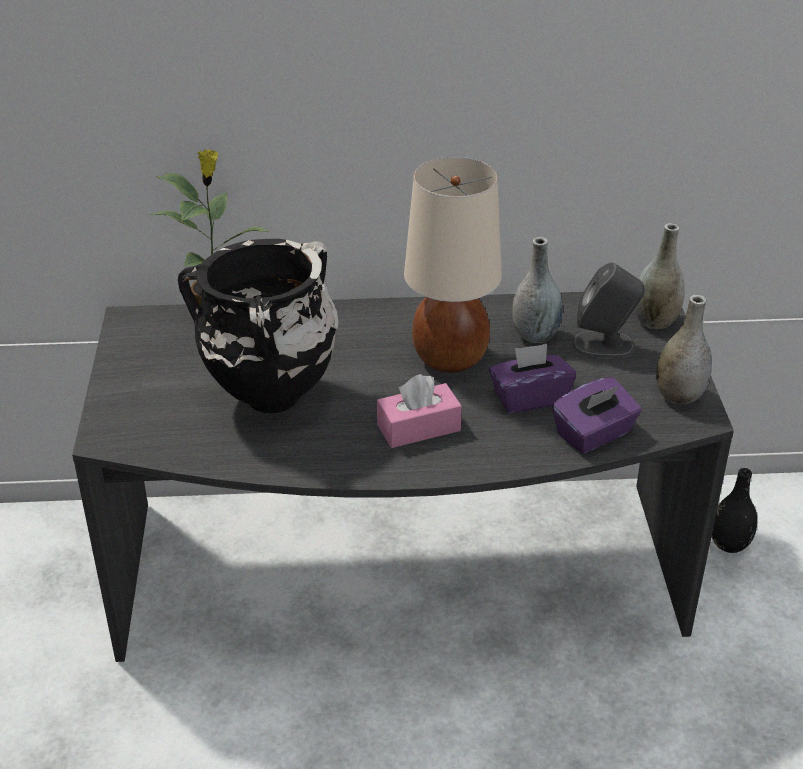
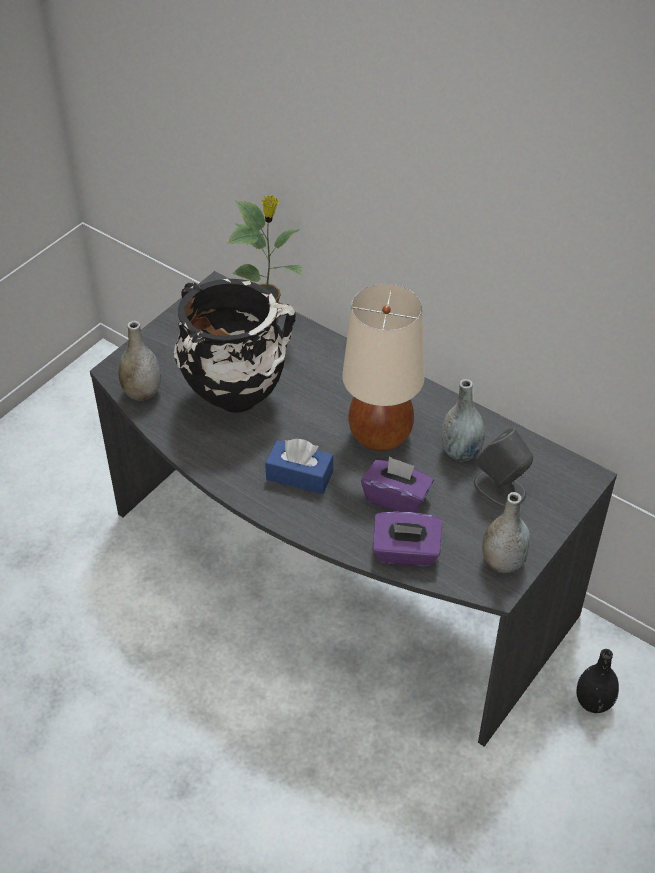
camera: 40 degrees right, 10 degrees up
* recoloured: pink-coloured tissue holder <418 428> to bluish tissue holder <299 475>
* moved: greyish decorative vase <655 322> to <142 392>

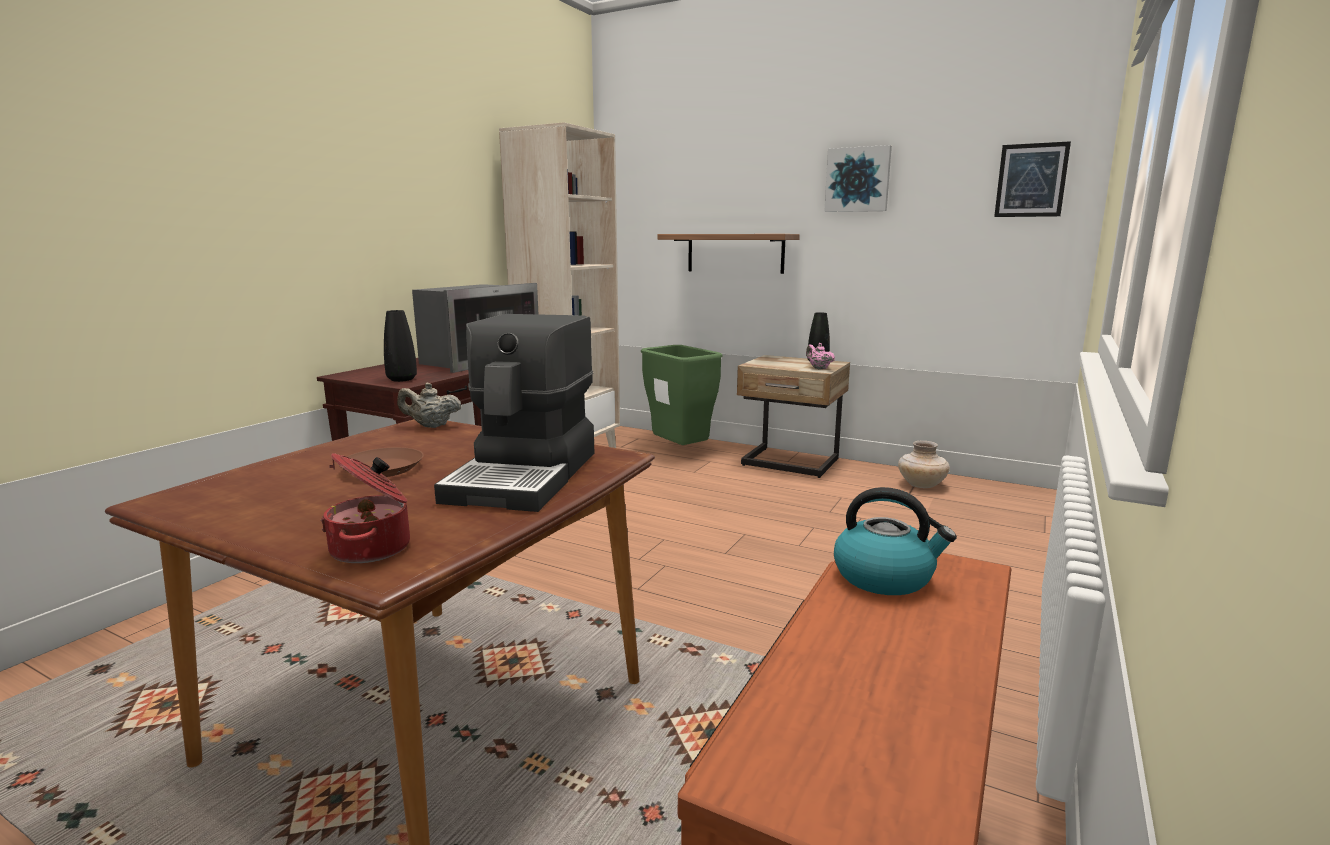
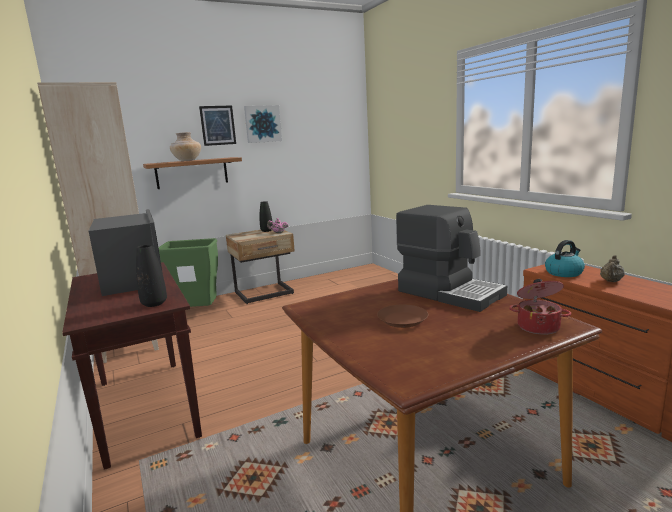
camera: 55 degrees left, 0 degrees up
* moved: sand-coloured teapot <431 426> to <611 281>
* moved: sand-coloured decorative vase <921 485> to <187 160>
* moved: picture <1031 180> to <218 125>

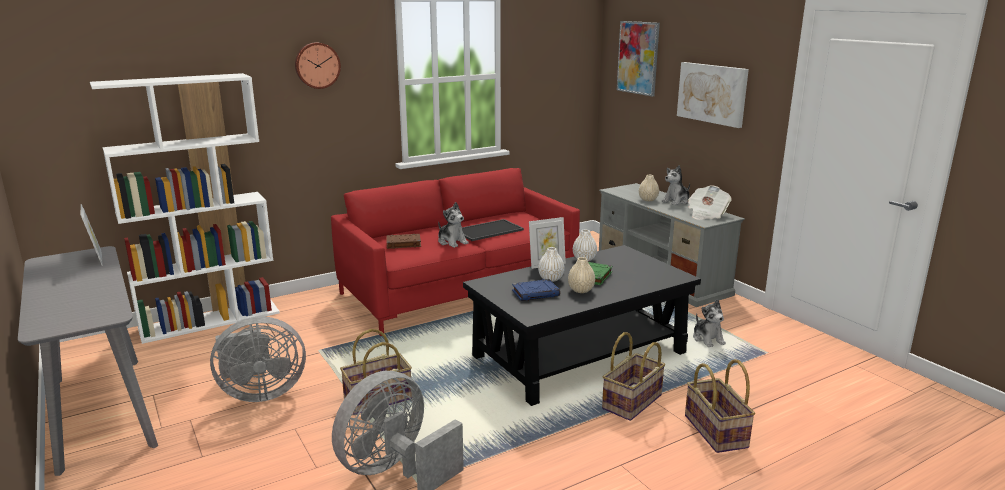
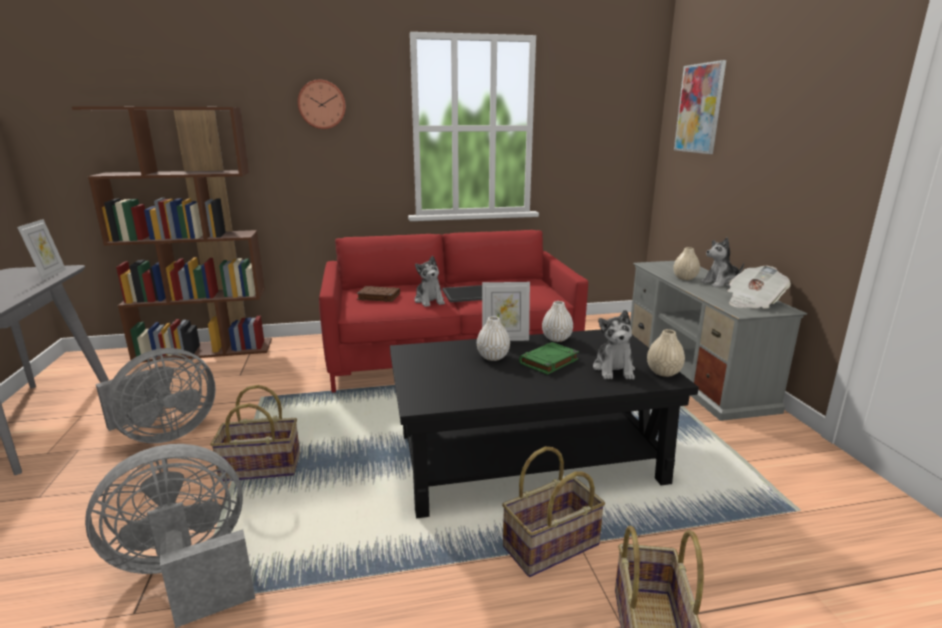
camera: 20 degrees right, 0 degrees up
* recoloured: white bookshelf <211 320> to brownish bookshelf <205 350>
* turned: greyish cooling fan <260 393> = <164 434> 45 degrees counterclockwise
* removed: bluish book <536 293>
* moved: sand-coloured decorative vase <581 290> to <663 372>
* removed: picture <712 93>
* moved: cuddly toy <708 339> to <614 369>

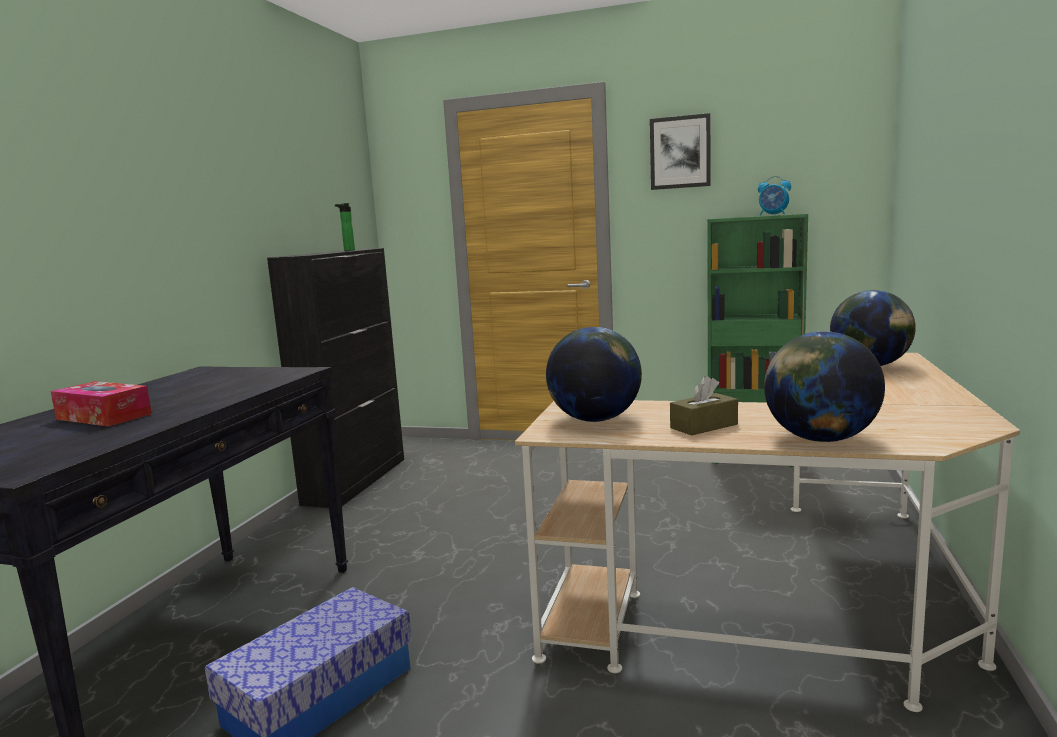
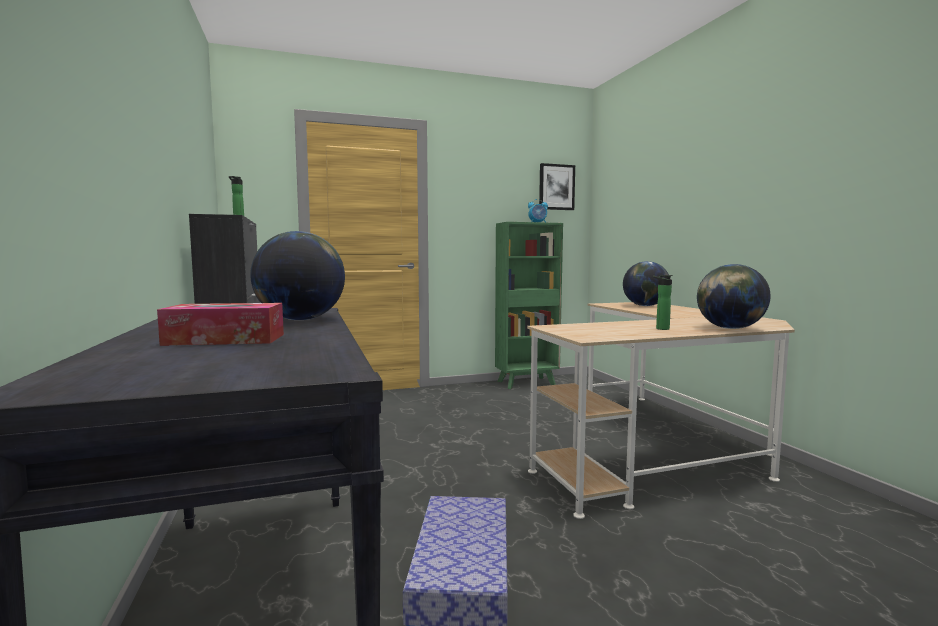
camera: 35 degrees left, 5 degrees down
* moved: world globe <594 419> to <300 319>
* moved: picture <680 152> to <556 187>
* replaced: brownish tissue holder <704 426> to drink bottle <660 328>

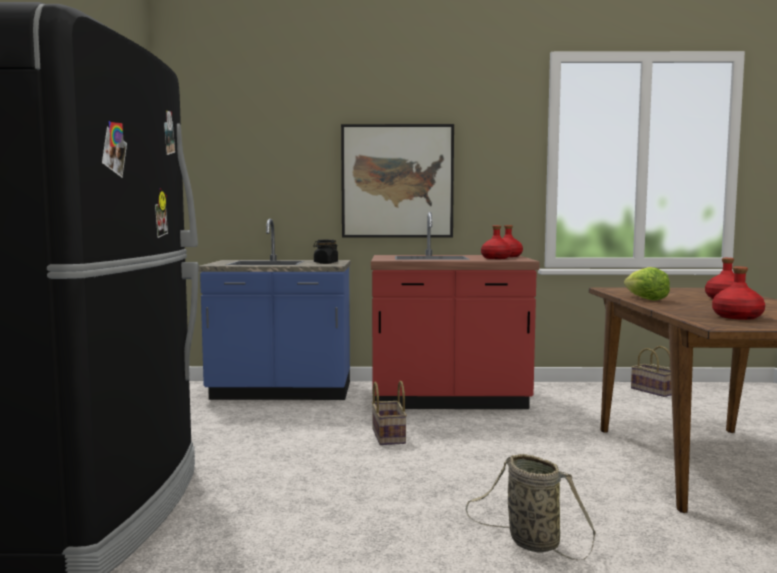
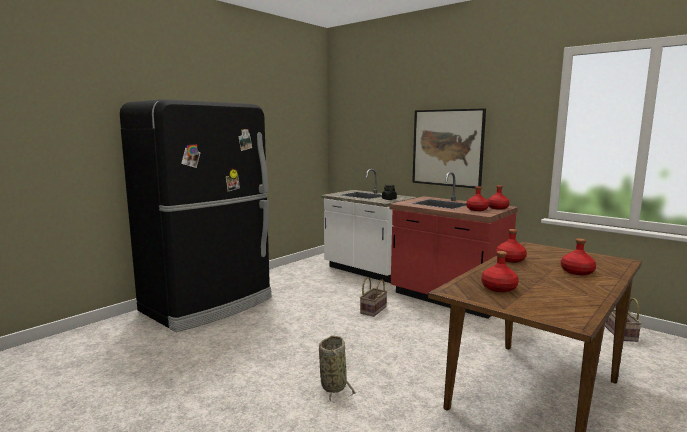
camera: 40 degrees right, 5 degrees up
* recoloured: bluish counter <281 392> to white counter <367 271>
* replaced: lettuce <645 299> to red drink bottle <510 260>

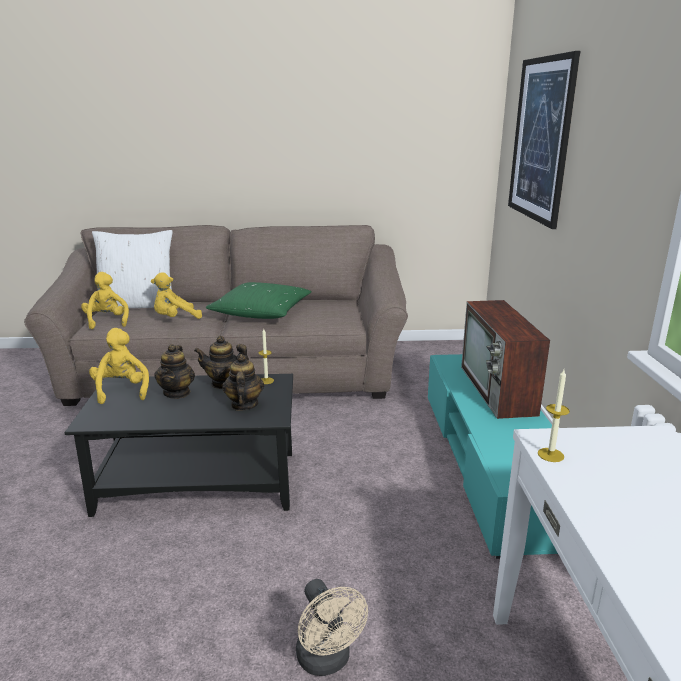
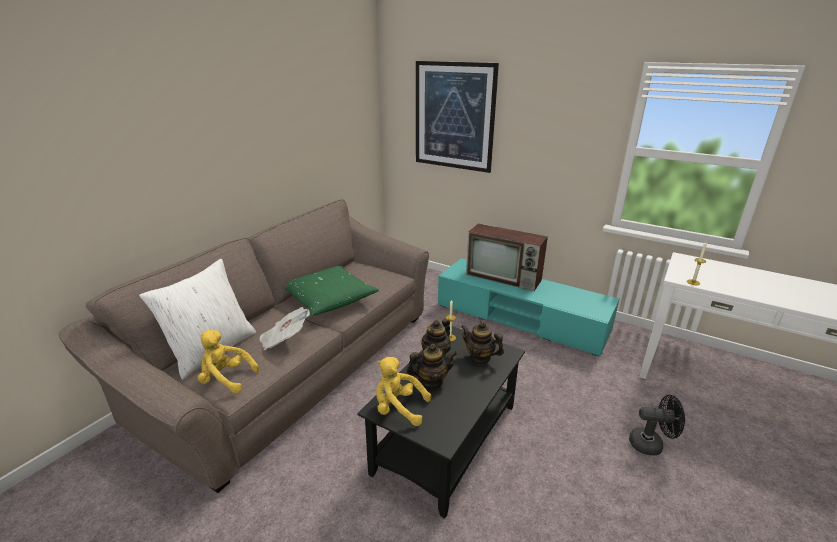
camera: 55 degrees left, 5 degrees up
* replaced: yellow cuddly toy <175 319> to daily paper <285 339>
* turned: teapot <177 393> = <431 381> 45 degrees counterclockwise
* recoloured: sand-coloured cooling fan <327 661> to blackish cooling fan <651 444>

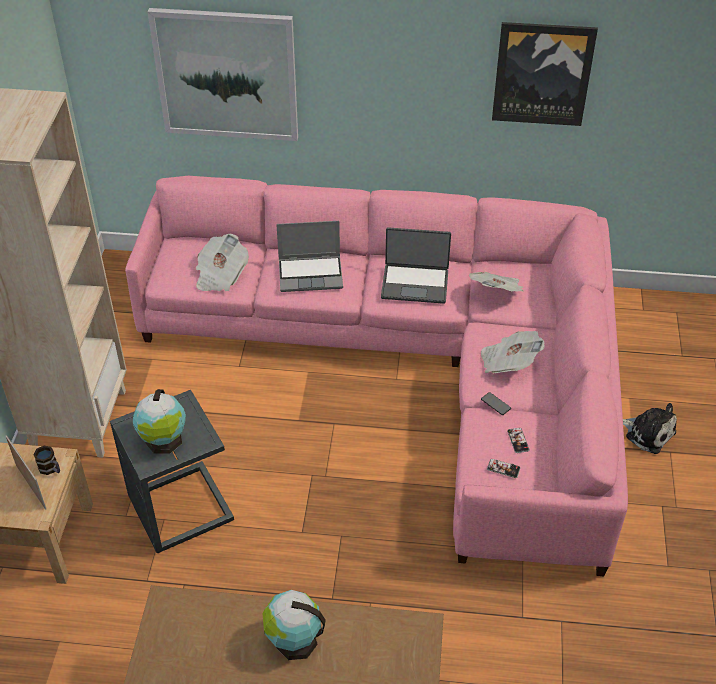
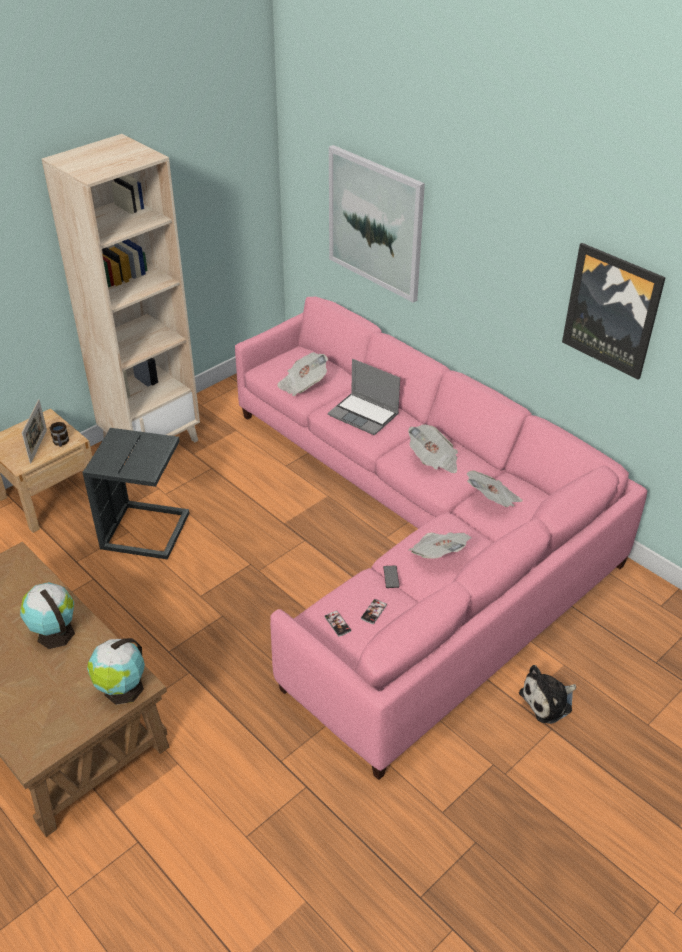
camera: 40 degrees right, 5 degrees down
* moved: world globe <164 441> to <122 690>
* replaced: laptop <415 283> to daily paper <433 460>
* turned: cuddly toy <647 432> = <548 701> 75 degrees clockwise

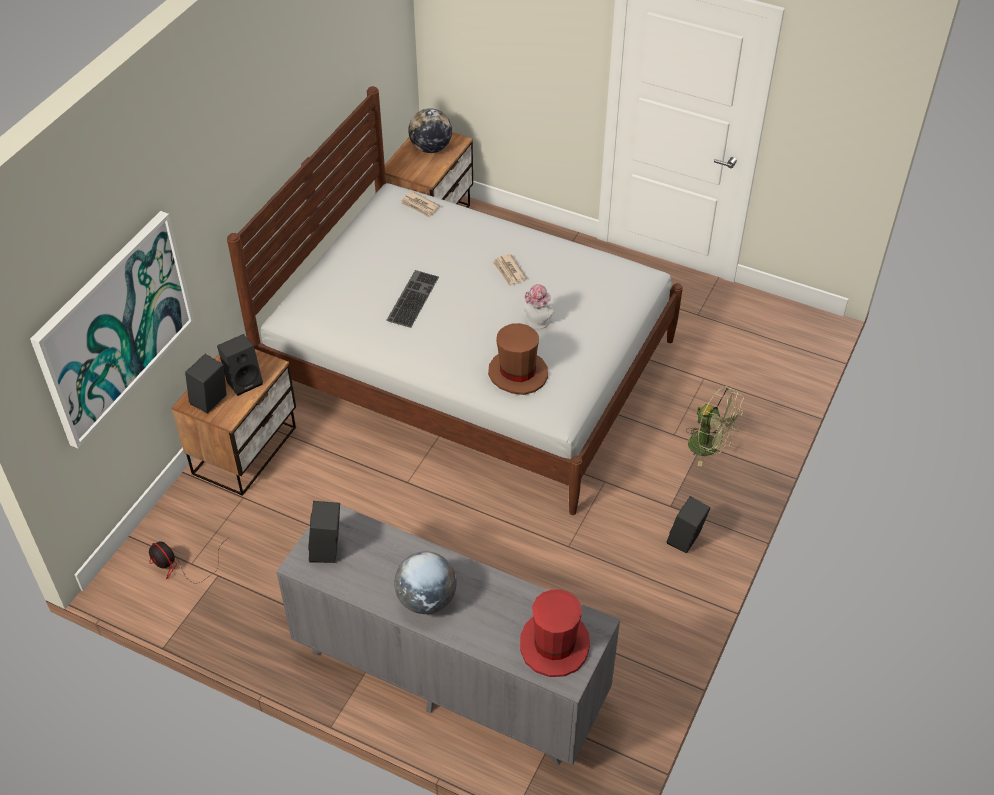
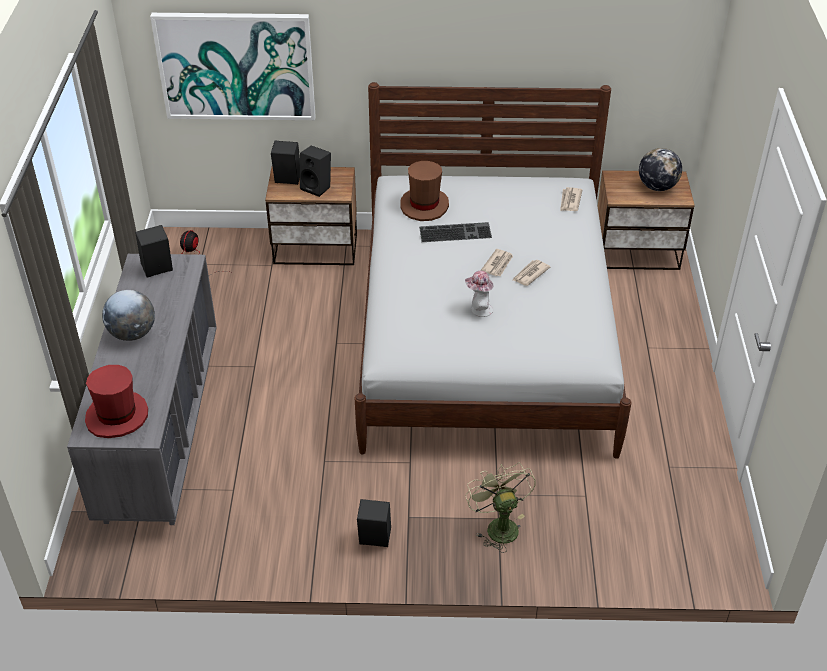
camera: 65 degrees right, 5 degrees down
* moved: brownish hat <518 373> to <424 205>
* turned: green cooling fan <710 447> = <498 525> 150 degrees clockwise
* added: daily paper <498 264>

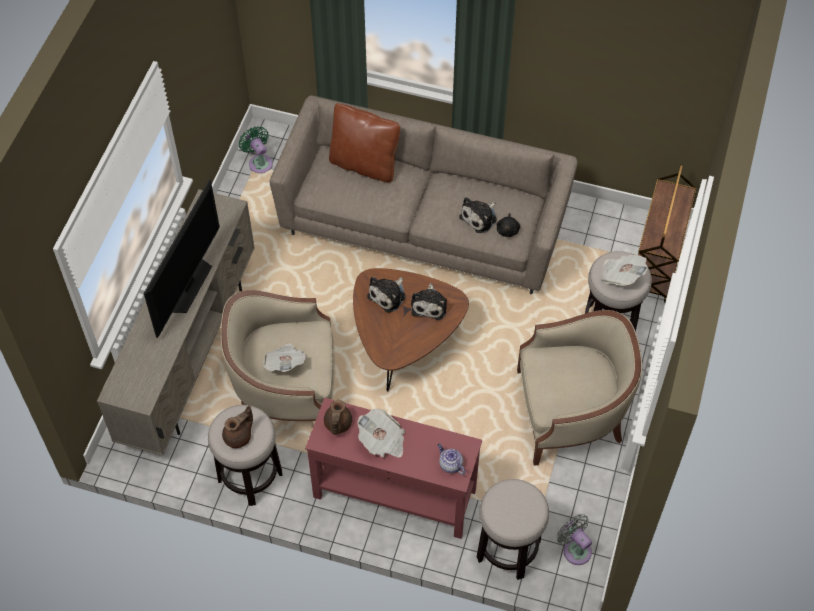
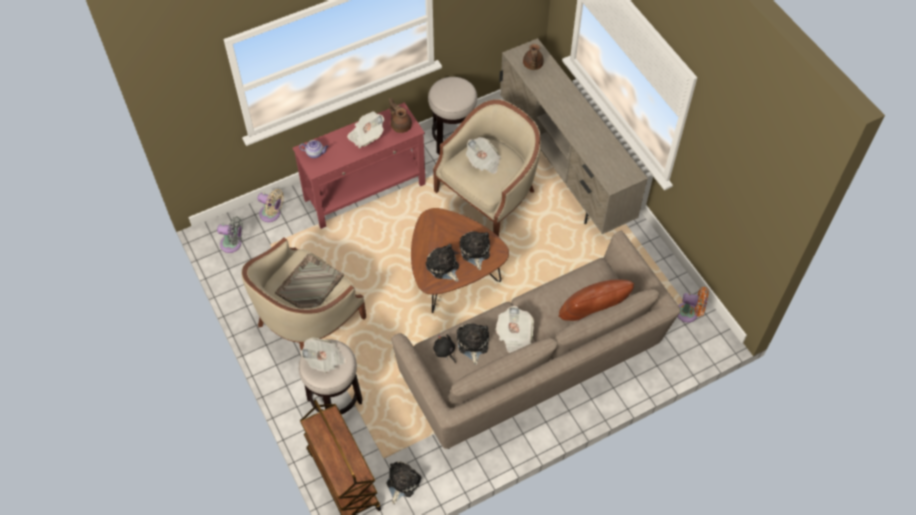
camera: 135 degrees right, 0 degrees up
* removed: TV set <188 285>
* moved: brownish teapot <239 436> to <532 65>
* recoloured: green cooling fan <259 162> to orange cooling fan <689 313>
* replaced: stool seat <508 549> to sand-coloured cooling fan <272 214>
* added: greyish tray <310 284>
* added: cuddly toy <402 483>
* added: daily paper <514 335>

